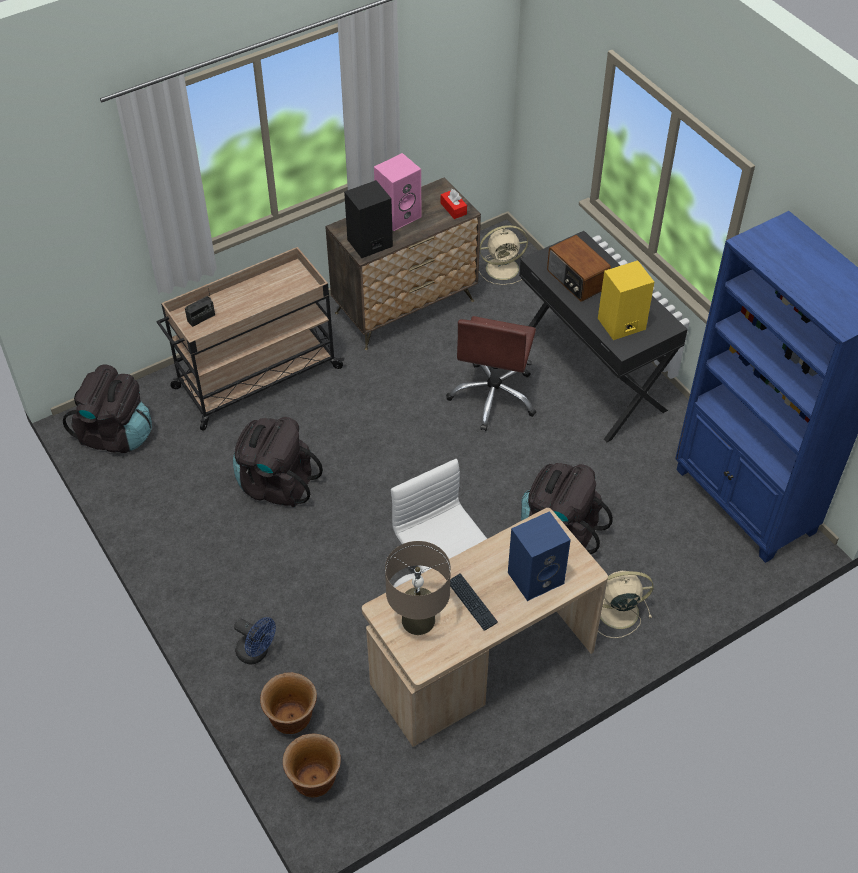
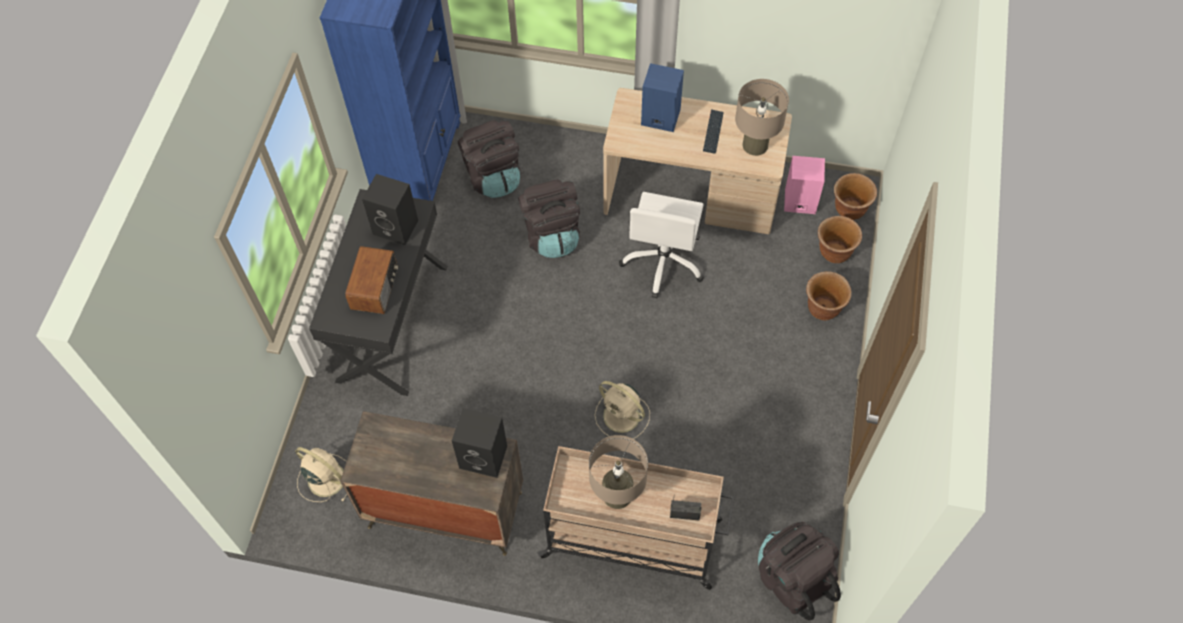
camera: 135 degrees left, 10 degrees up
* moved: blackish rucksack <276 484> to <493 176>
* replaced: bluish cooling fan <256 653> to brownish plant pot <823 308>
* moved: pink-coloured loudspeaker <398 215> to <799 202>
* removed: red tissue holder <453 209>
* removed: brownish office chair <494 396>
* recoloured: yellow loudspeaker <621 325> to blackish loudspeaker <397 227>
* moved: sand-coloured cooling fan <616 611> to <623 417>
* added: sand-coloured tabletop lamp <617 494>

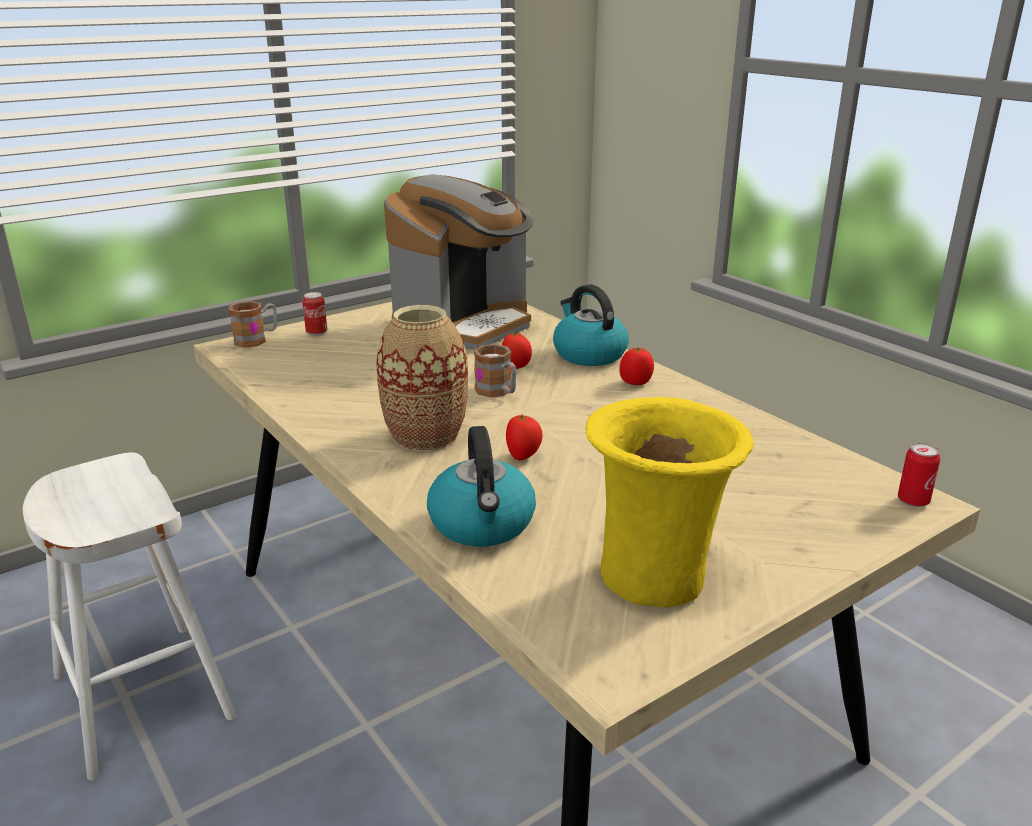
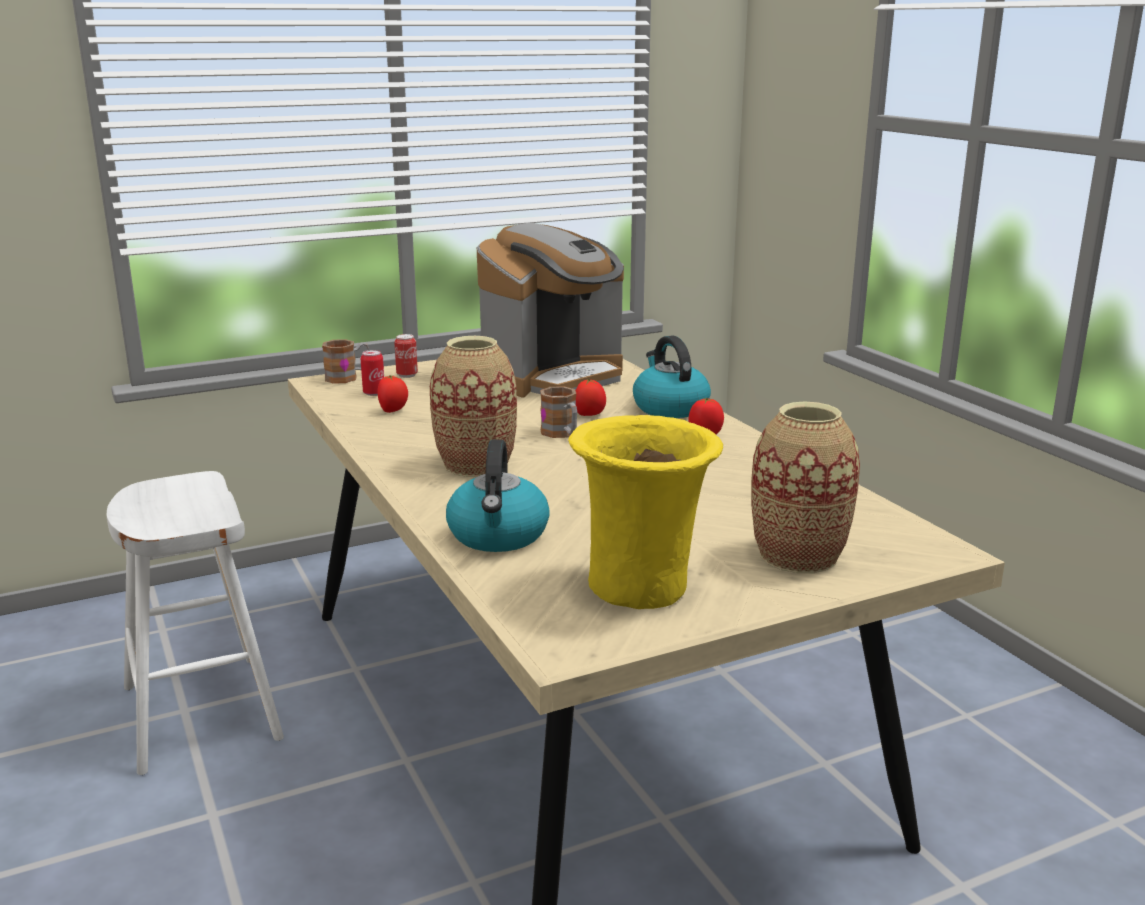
camera: 10 degrees right, 5 degrees down
* moved: tomato <523 456> to <393 411>
* moved: sealed can <913 501> to <374 393>
* added: decorative vase <798 555>

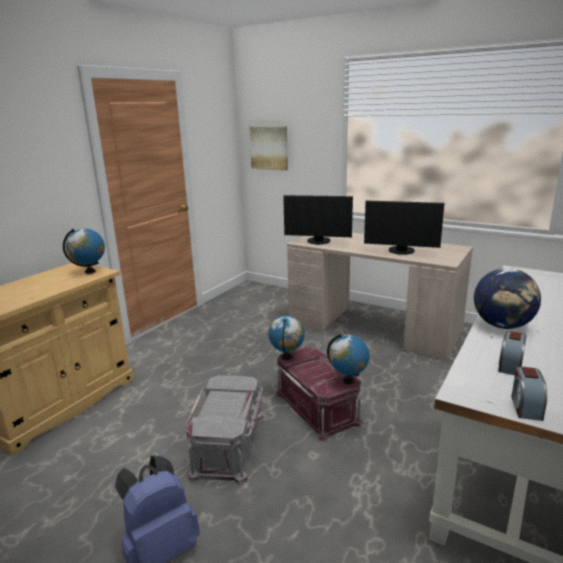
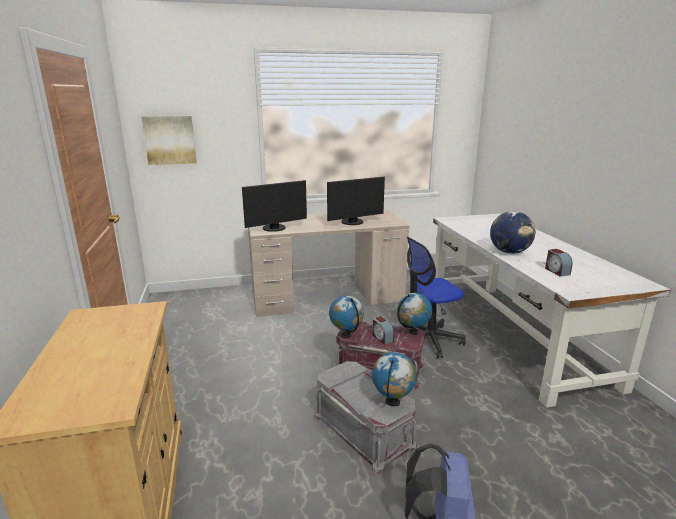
camera: 45 degrees left, 0 degrees up
* moved: world globe <90 272> to <393 402>
* moved: table clock <525 407> to <382 337>
* added: office chair <429 339>

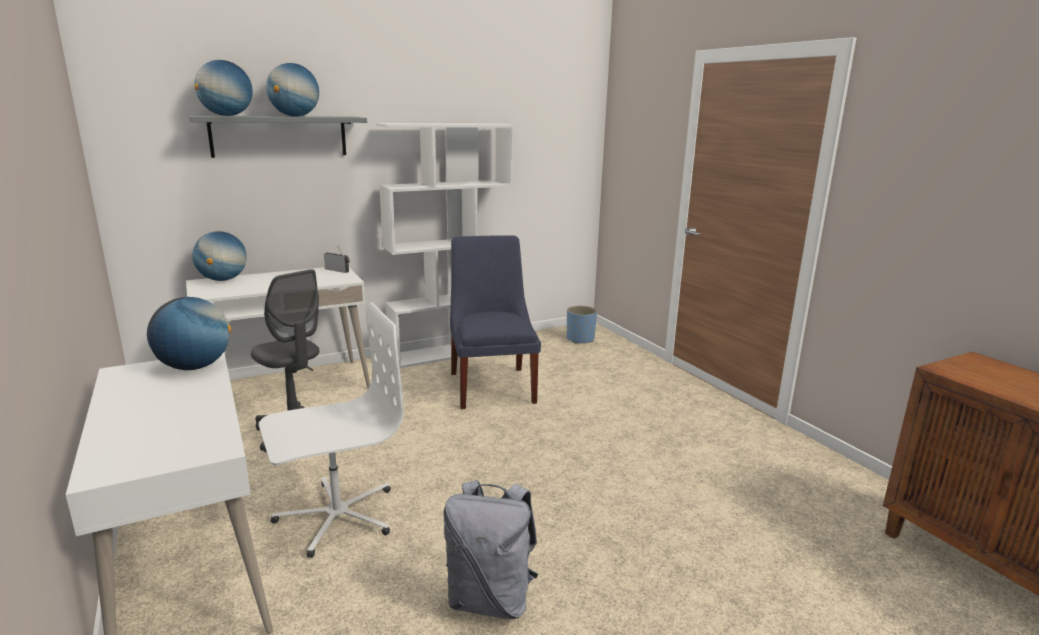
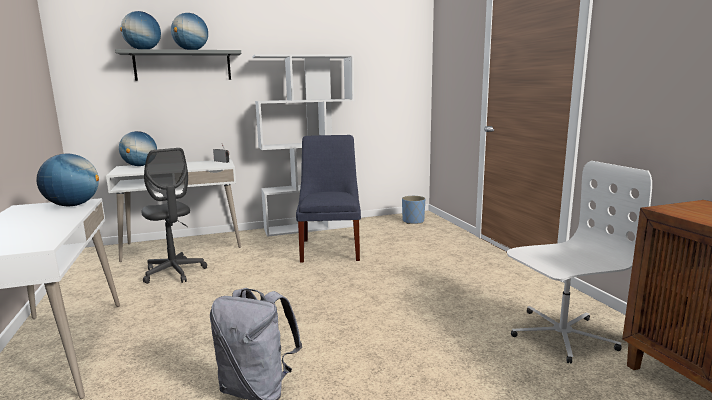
camera: 10 degrees right, 5 degrees down
* moved: white office chair <336 516> to <561 335>

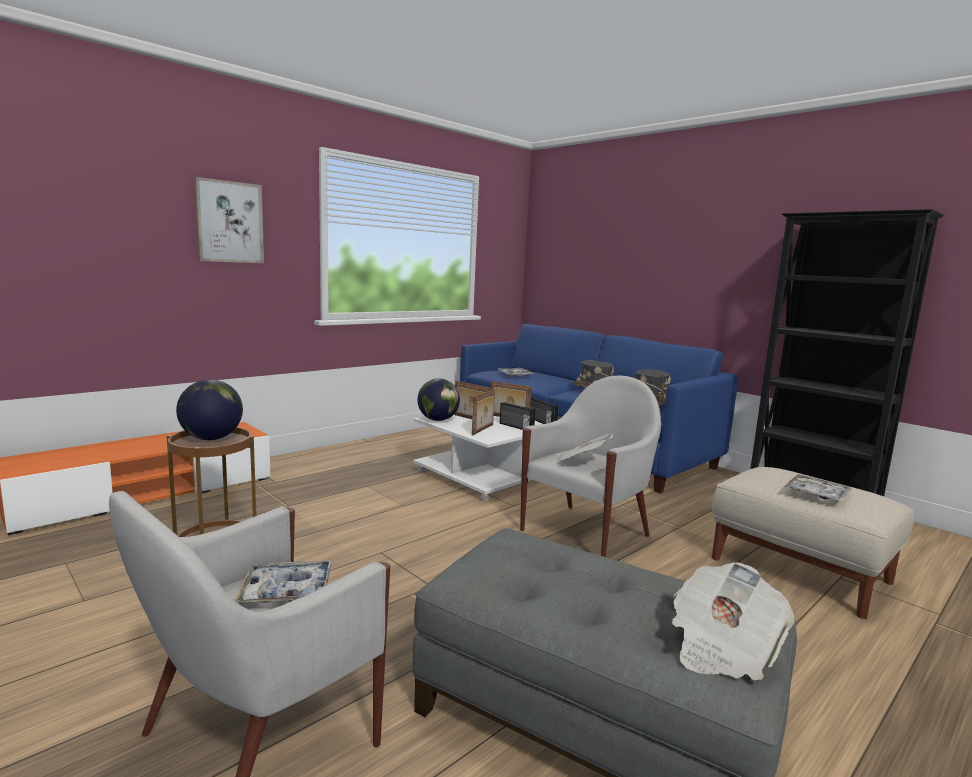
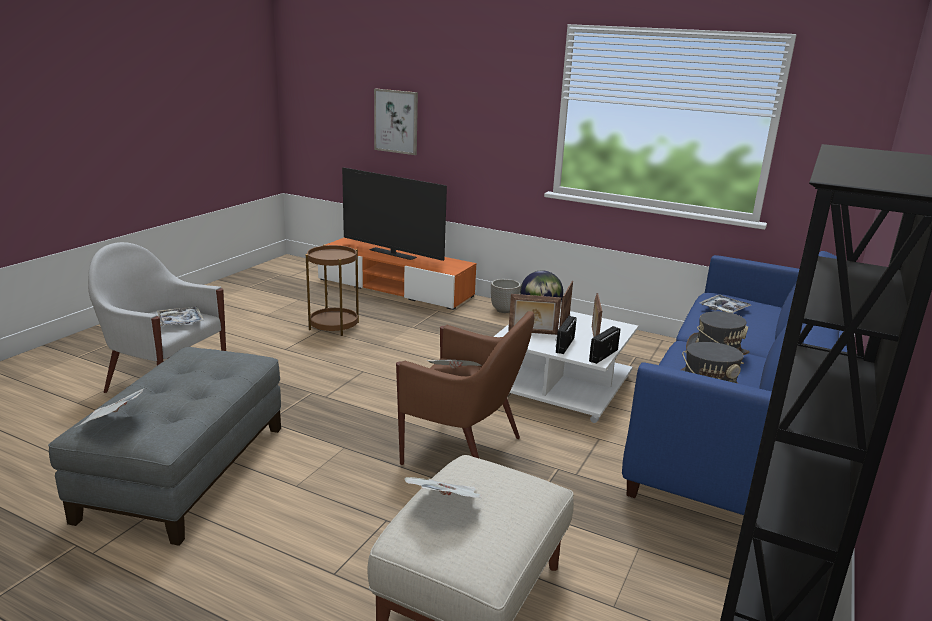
camera: 70 degrees right, 10 degrees up
* removed: world globe <211 439>
* moved: picture <230 222> to <396 121>
* recoloured: white armchair <586 532> to brownish armchair <464 452>
* replaced: tray <817 494> to daily paper <446 505>
* added: TV set <392 254>
* added: plant pot <504 310>

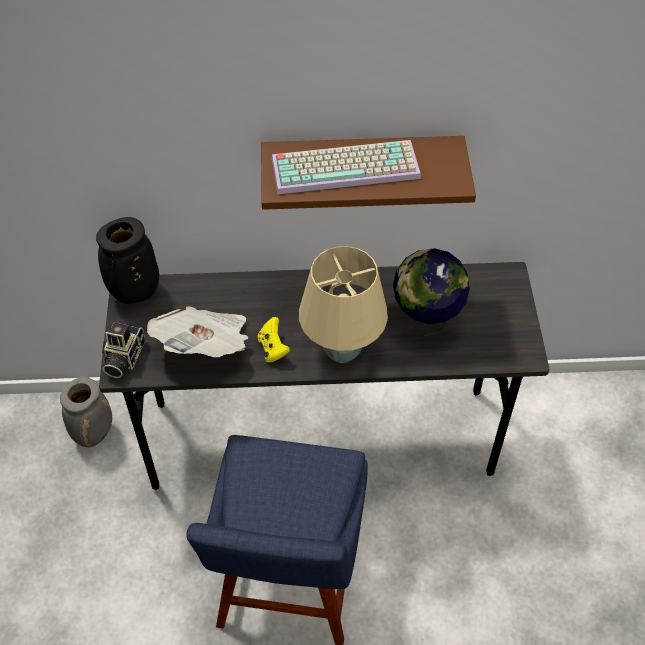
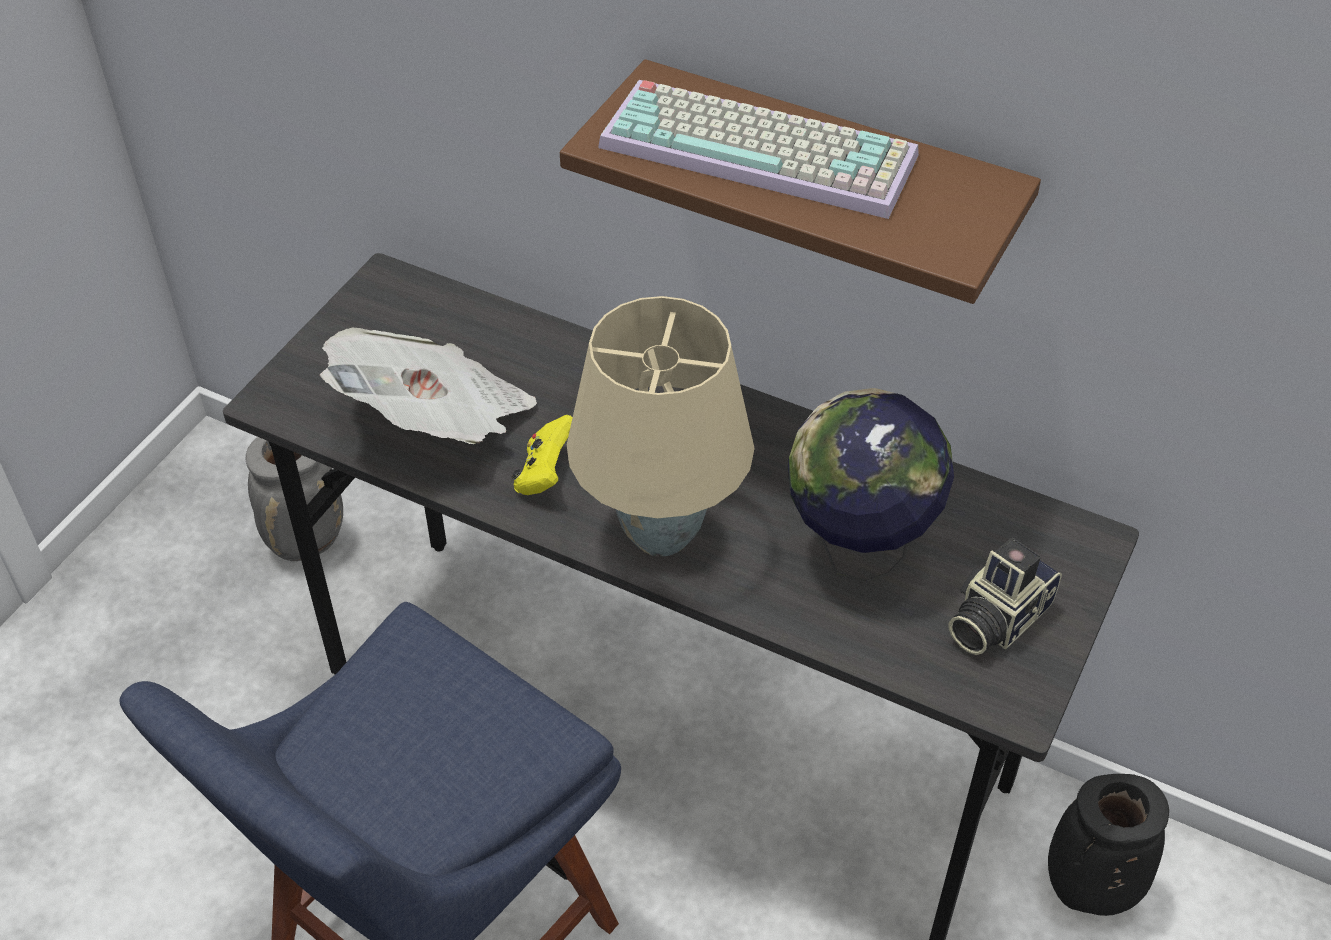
camera: 30 degrees right, 5 degrees down
* moved: blackish decorative vase <135 294> to <1088 892>
* moved: photo camera <123 358> to <994 618>

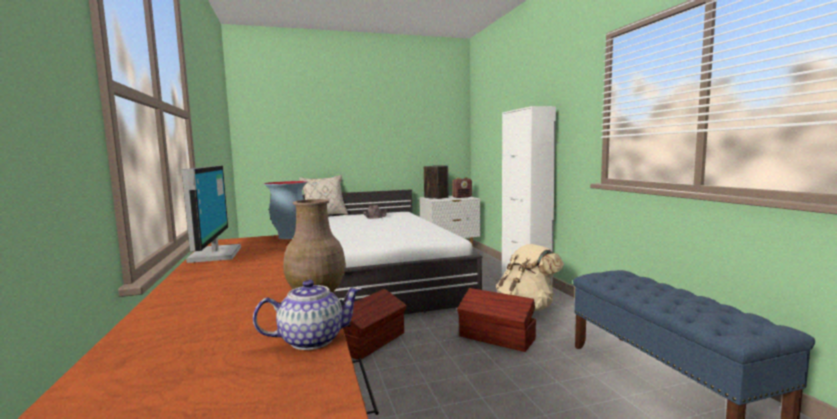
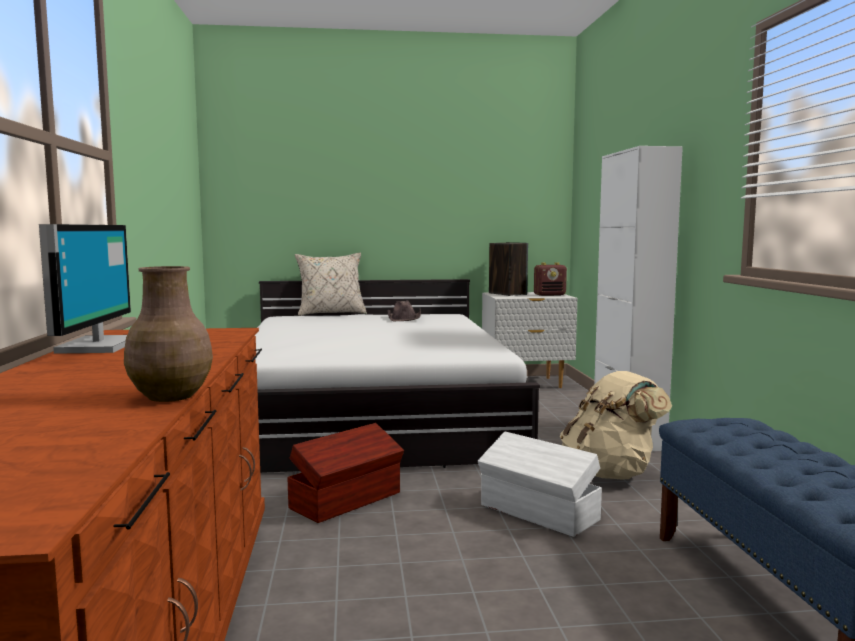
camera: 10 degrees right, 0 degrees up
* removed: teapot <311 340>
* removed: decorative vase <288 237>
* recoloured: brownish storage container <497 338> to white storage container <539 513>

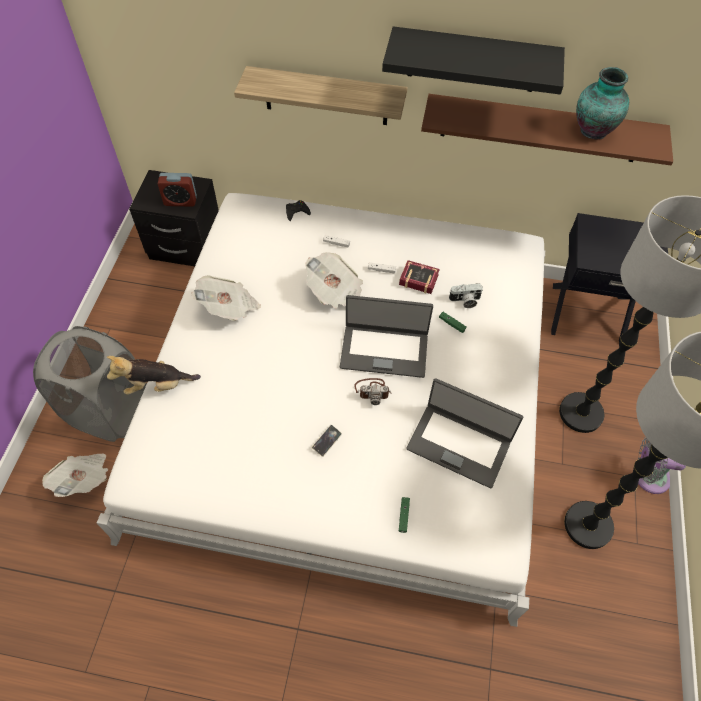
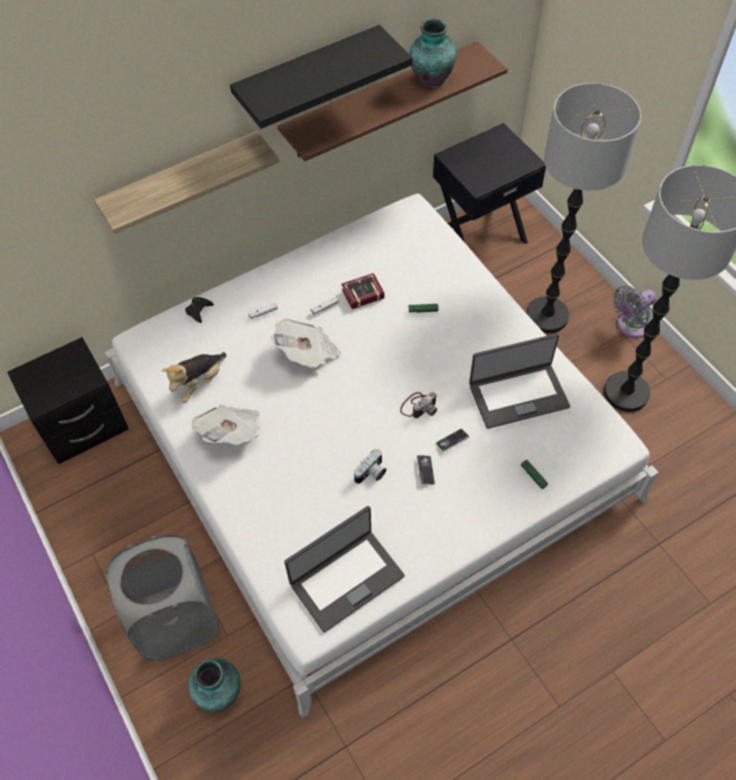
camera: 40 degrees left, 0 degrees up
* replaced: daily paper <84 479> to decorative vase <218 692>
* moved: cuddly toy <157 385> to <199 383>
* removed: table clock <180 201>
* moved: laptop <384 350> to <346 579>
* moved: photo camera <465 301> to <371 473>
* added: handset <452 441>

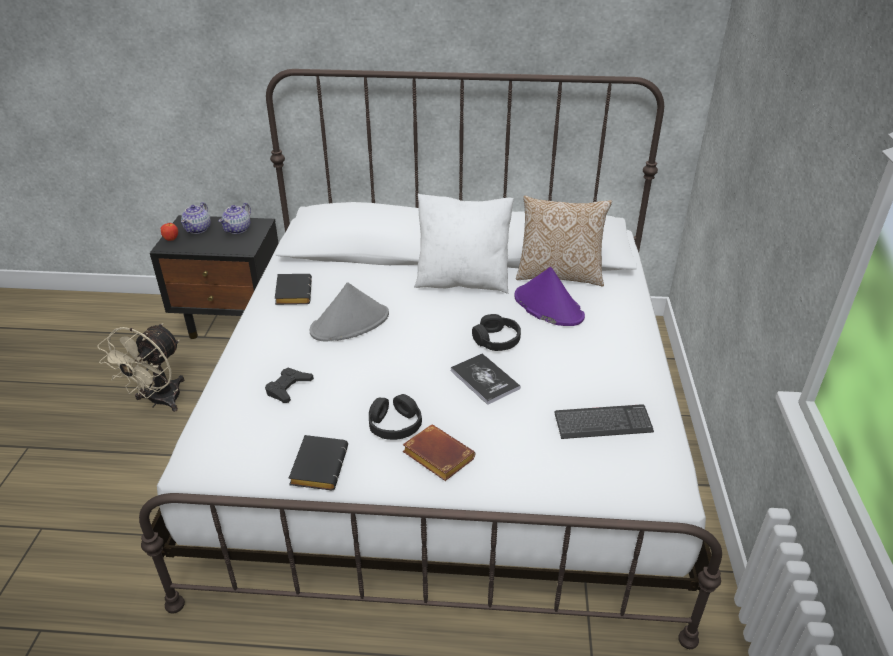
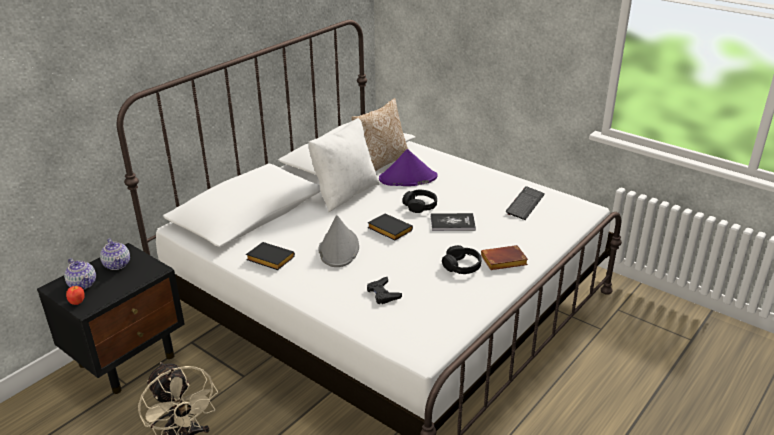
camera: 55 degrees left, 5 degrees down
* moved: blackish book <318 465> to <388 230>

